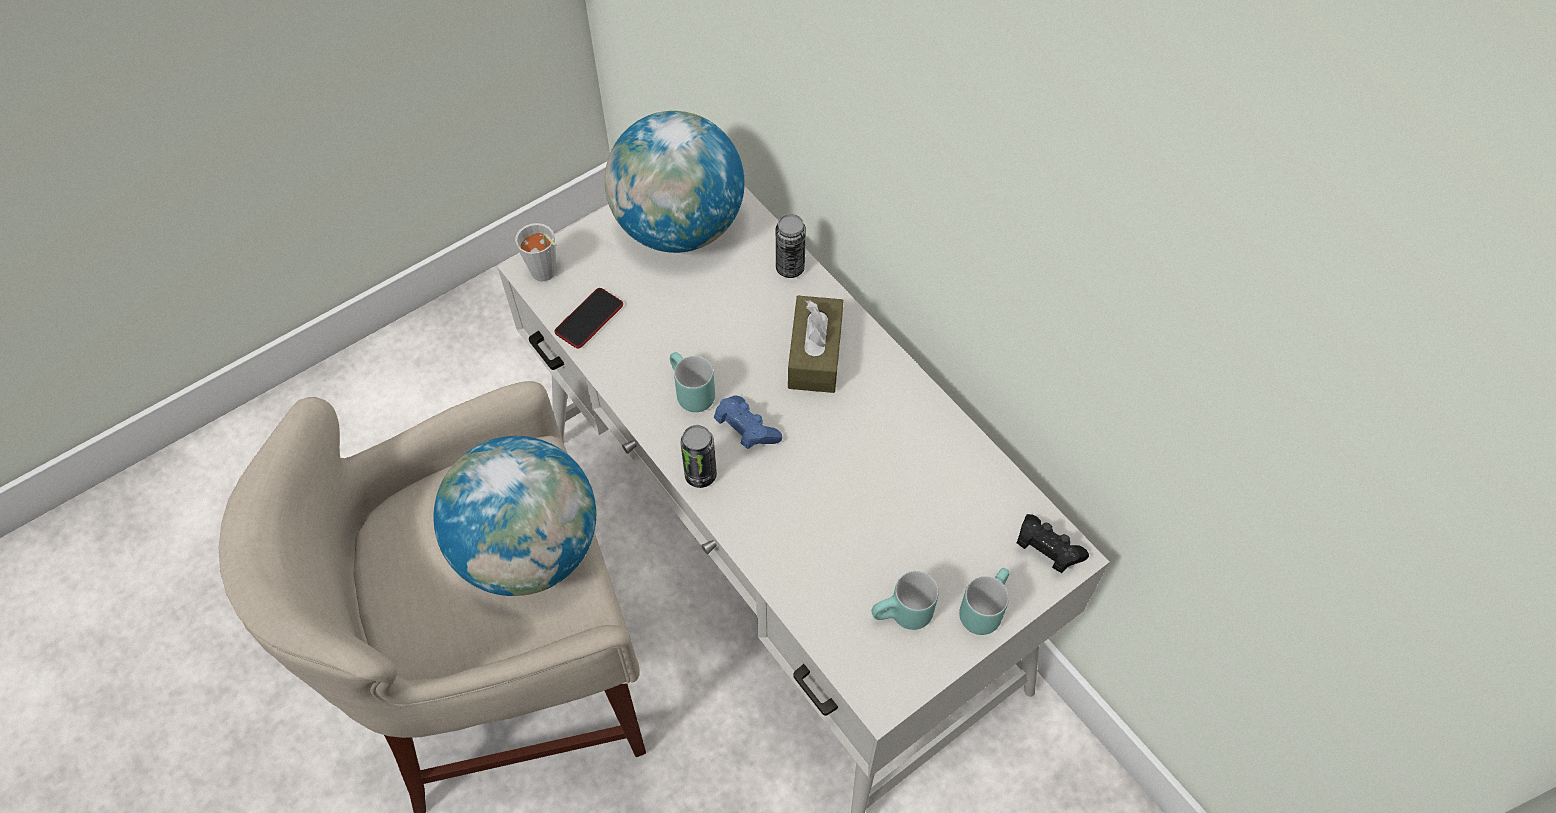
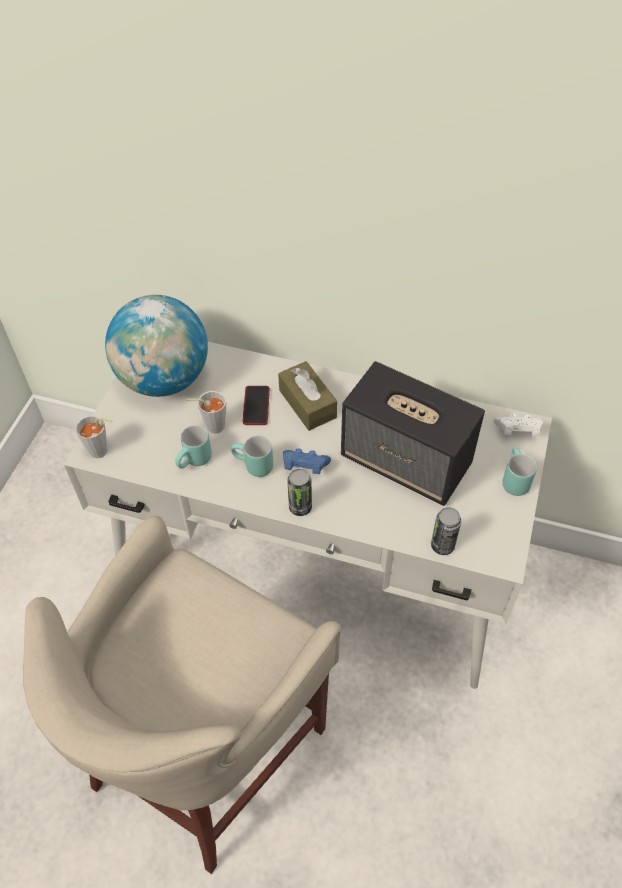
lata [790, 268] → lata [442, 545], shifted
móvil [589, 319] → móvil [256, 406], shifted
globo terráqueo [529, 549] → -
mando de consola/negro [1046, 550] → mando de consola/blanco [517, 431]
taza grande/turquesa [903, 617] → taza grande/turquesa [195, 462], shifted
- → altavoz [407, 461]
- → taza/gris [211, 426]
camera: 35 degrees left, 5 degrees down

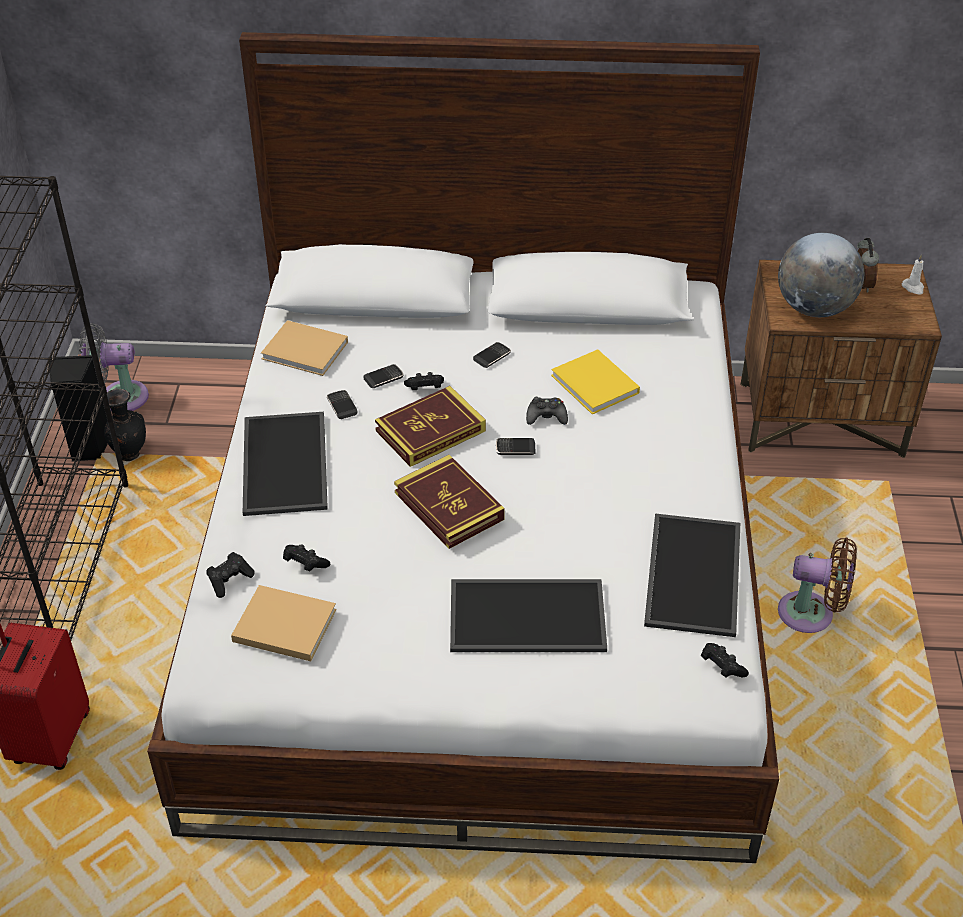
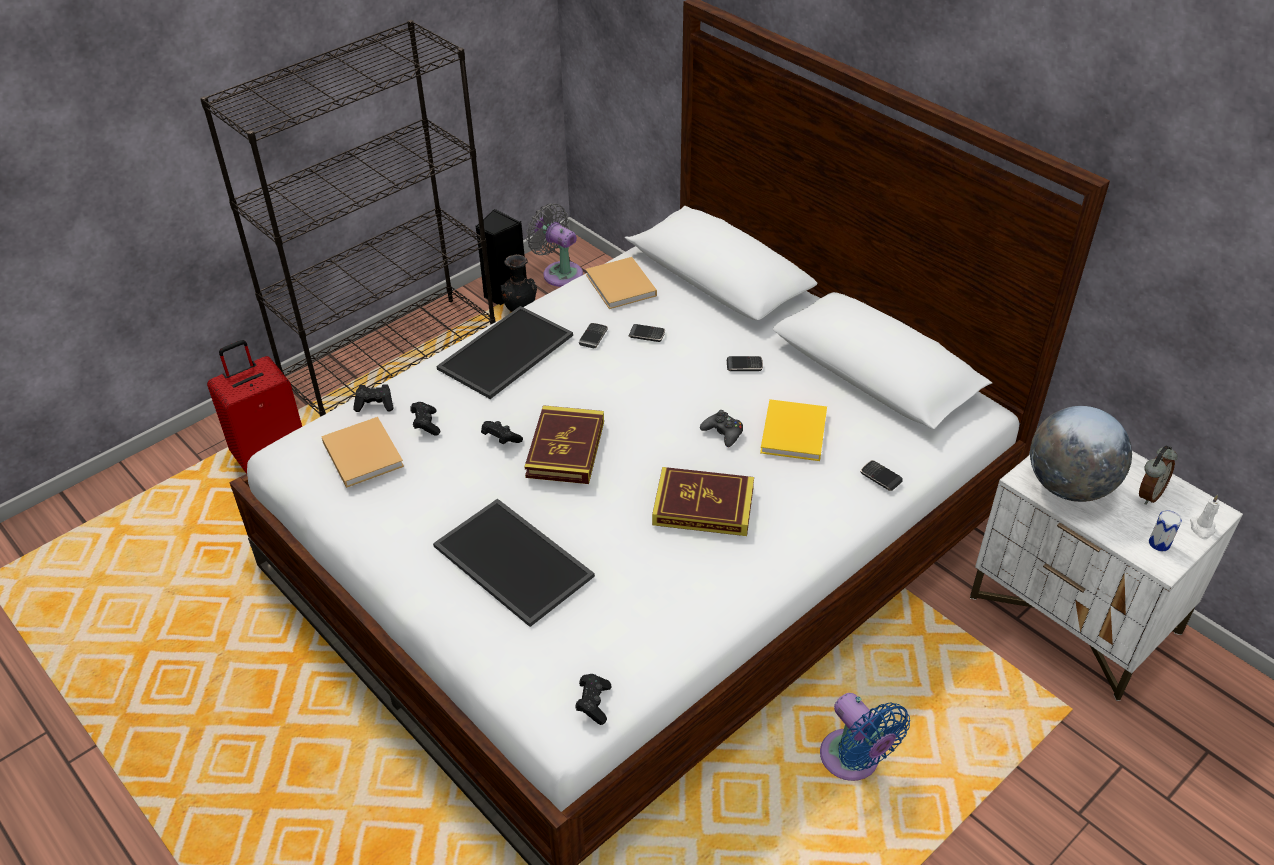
mesita de noche/marrón [821, 419] → mesita de noche/blanco [1075, 616]
mando de consola/negro [425, 389] → mando de consola/negro [501, 439], shifted
libro [430, 431] → libro [703, 506], shifted
móvil [515, 448] → móvil [880, 477], shifted
bandeja [696, 576] → -
ventilador/marrón [811, 614] → ventilador/azul [853, 761]
- → lata [1159, 543]
camera: 45 degrees right, 0 degrees up

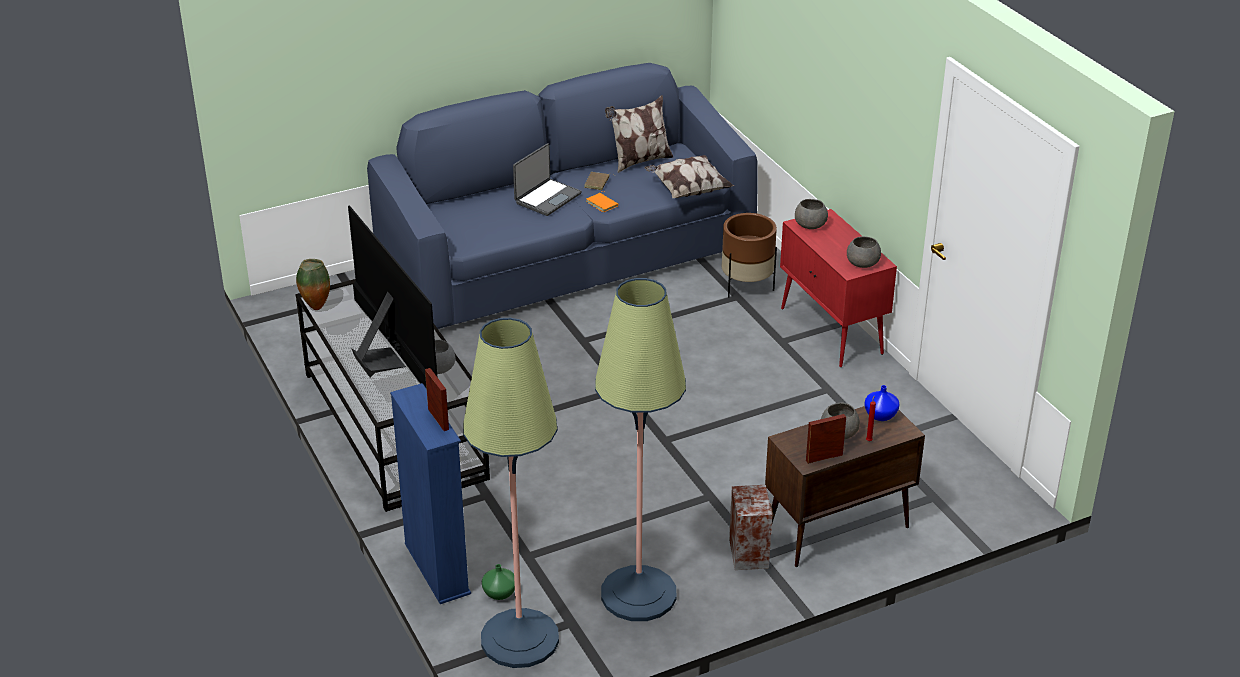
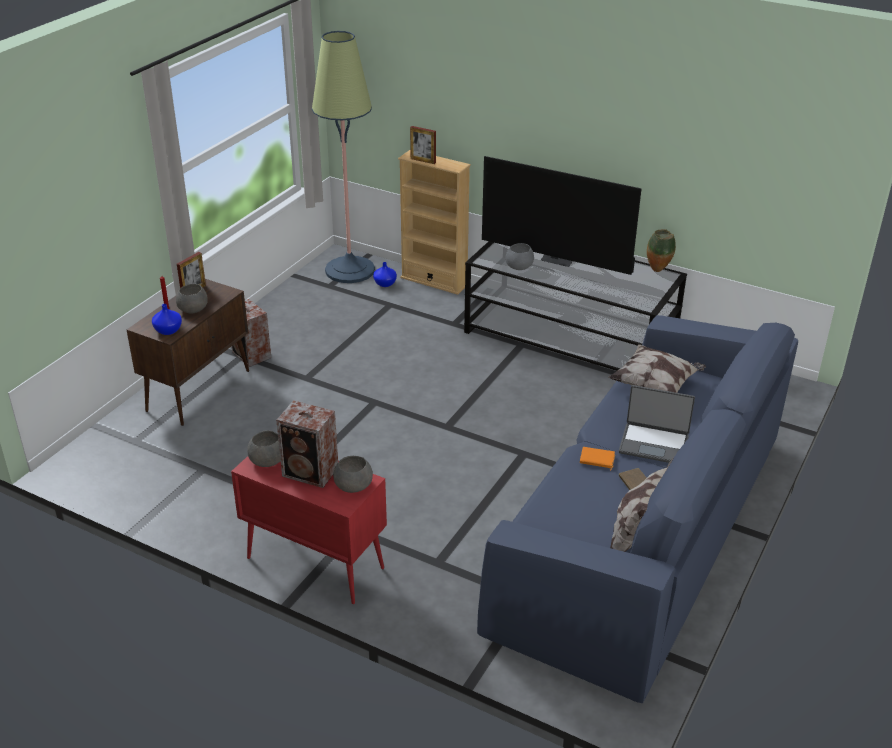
portátil [547, 198] → portátil [654, 444], 75 degrees counterclockwise
cojín [688, 190] → cojín [655, 385], shifted
maceta/marrón [746, 286] → -
lámpara de pie [638, 594] → -
estantería/azul [436, 569] → estantería/beis [434, 281]
florero/verde [499, 593] → florero/azul [385, 283]
- → altavoz [311, 472]
camera: 145 degrees right, 0 degrees up

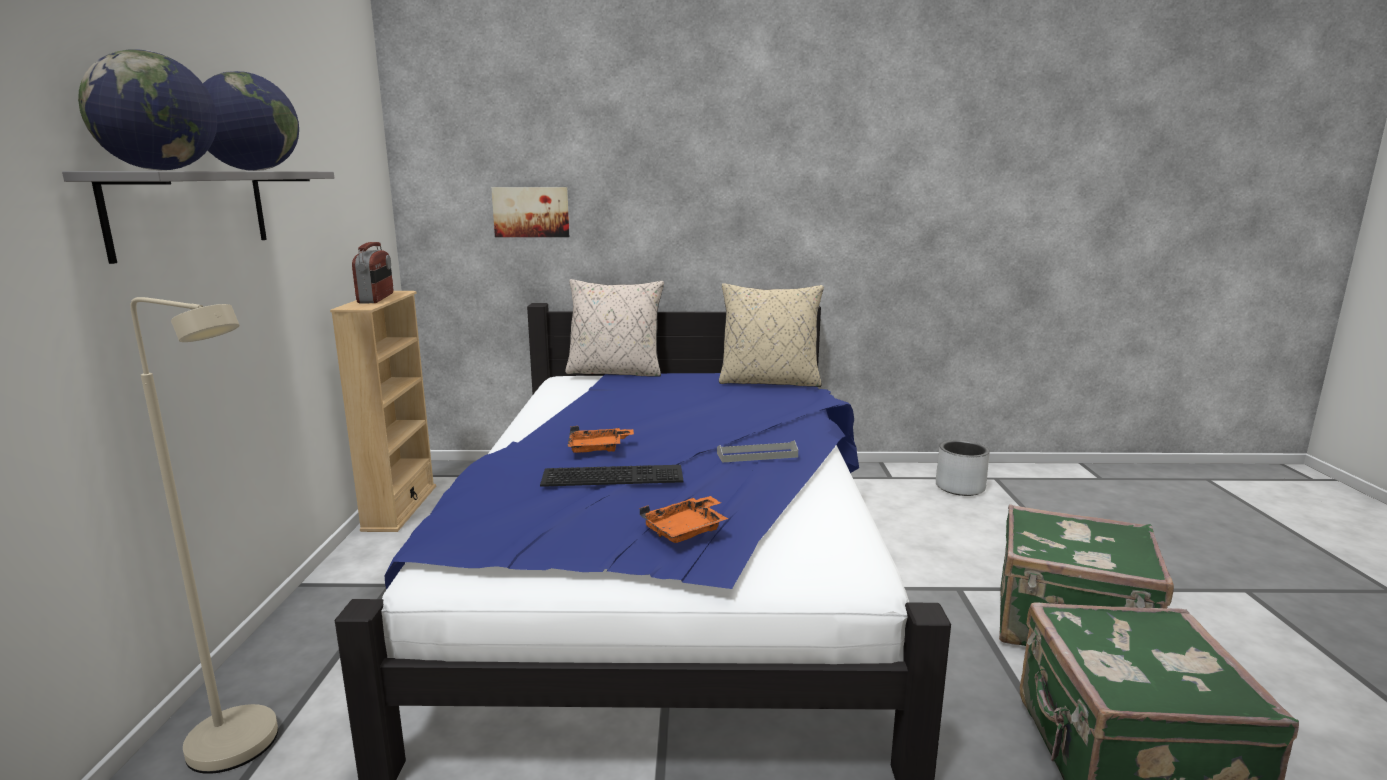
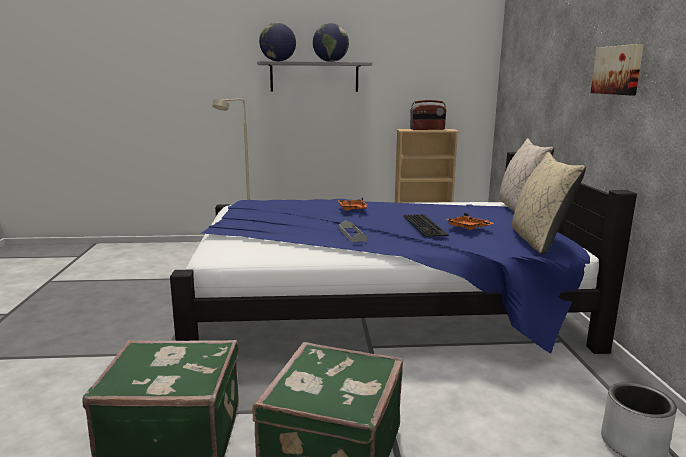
cuadro [531, 212] → cuadro [618, 70], shifted
teclado [614, 475] → teclado [426, 225], shifted
bandeja/naranja [686, 530] → bandeja/naranja [468, 228], shifted
camera: 85 degrees right, 0 degrees up

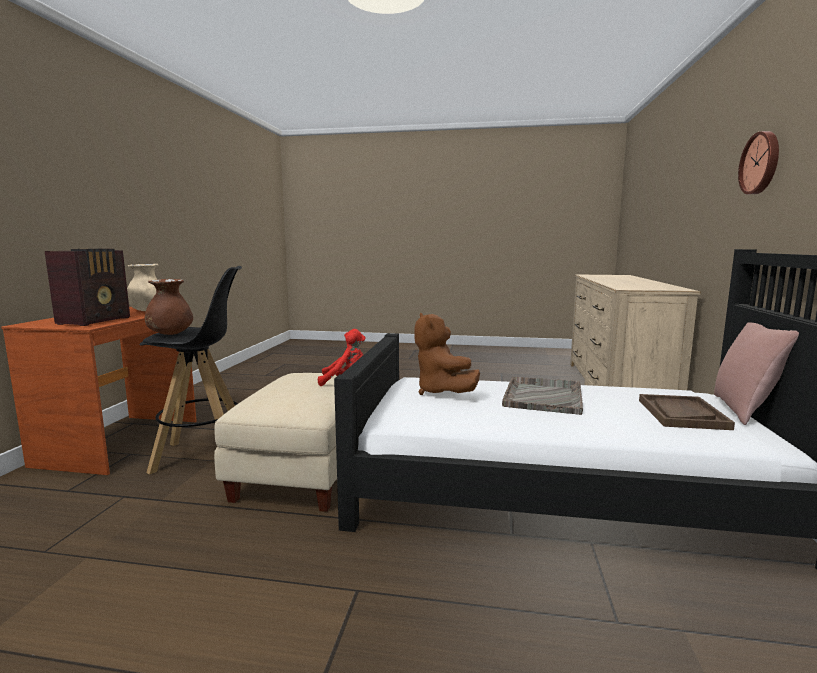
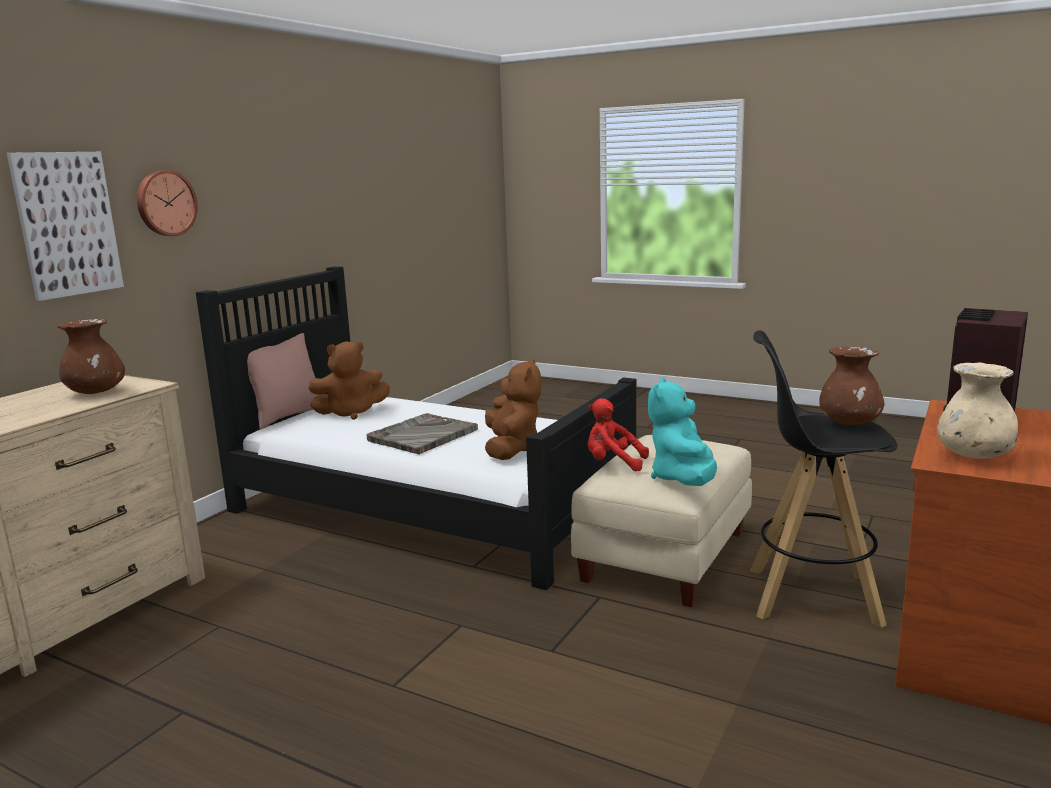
bandeja/marrón [681, 414] → peluche/marrón [351, 413]
- → cuadro [67, 224]
- → florero/marrón [96, 392]
- → peluche/turquesa [683, 479]
camera: 160 degrees left, 5 degrees up

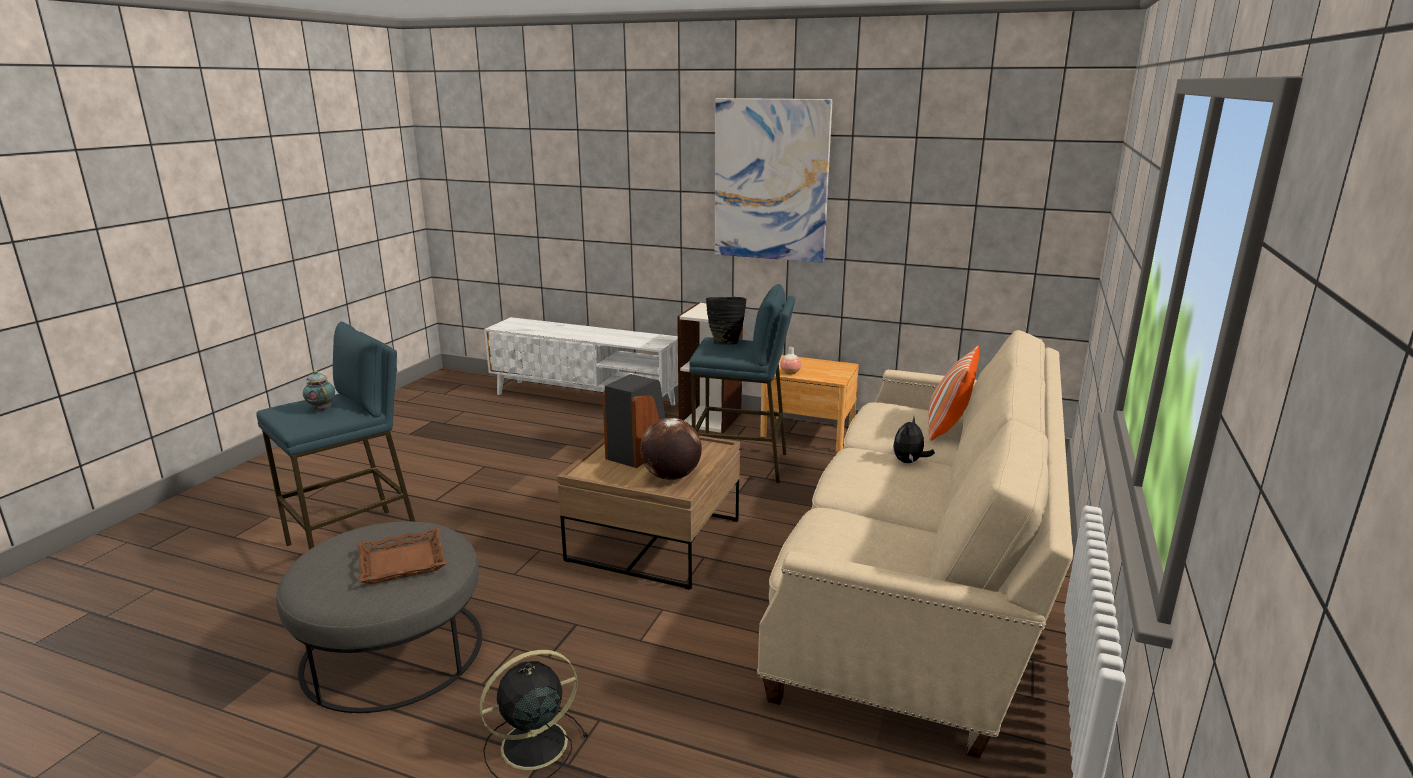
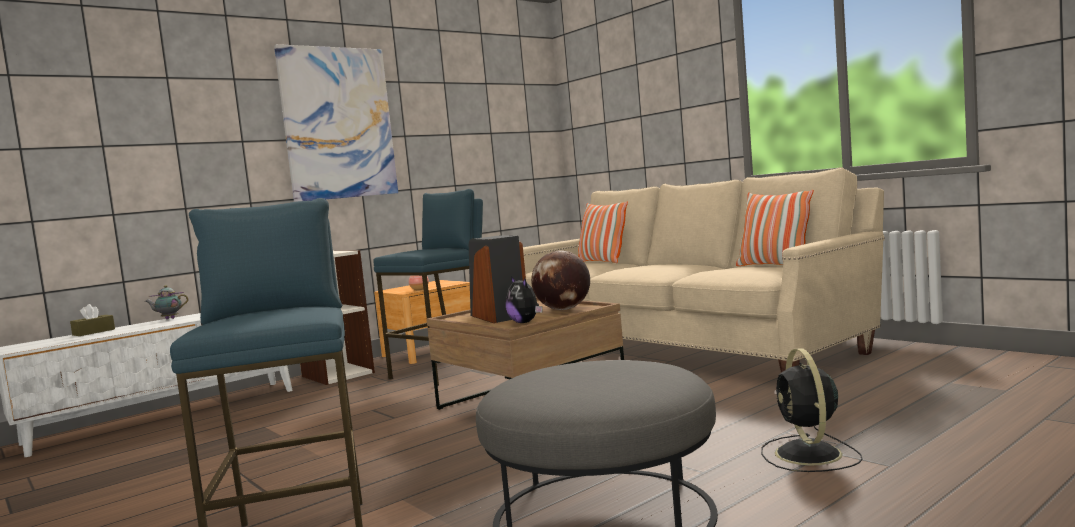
florero/negro [725, 343] → -
tetera [321, 409] → tetera [168, 319], shifted
peluche [909, 462] → peluche [525, 322], shifted
bandeja/marrón [402, 562] → -
- → cojín [774, 265]
- → caja de pañuelos/marrón [94, 332]
camera: 60 degrees left, 15 degrees down

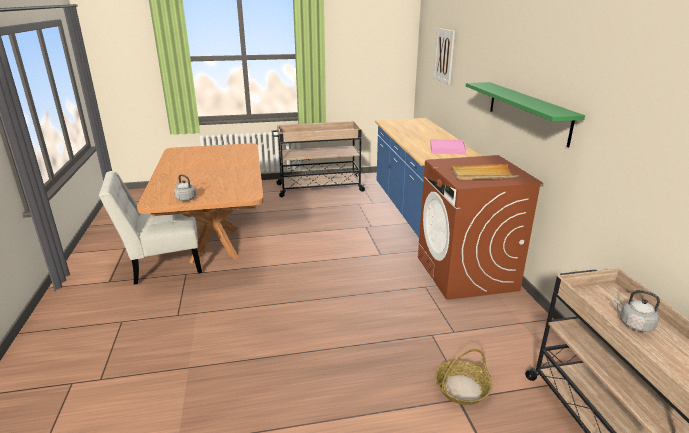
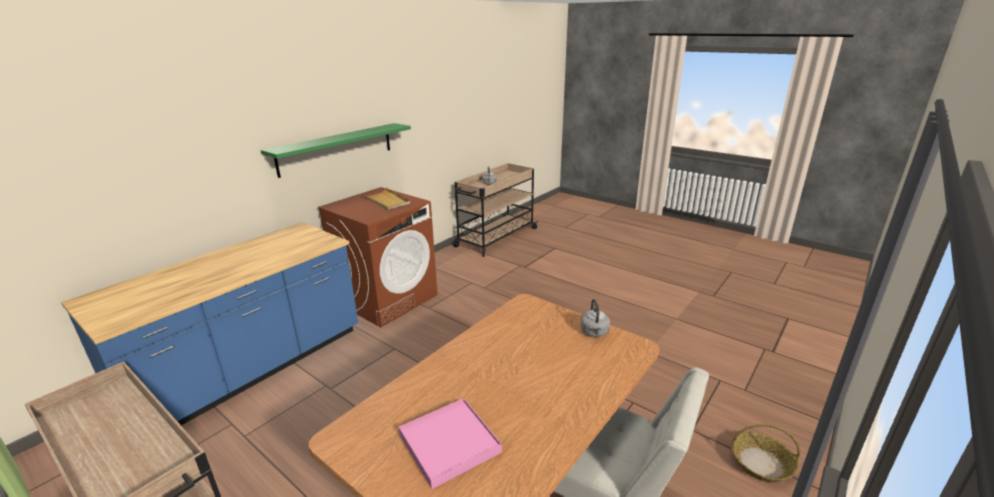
cuadro [444, 55] → -
bandeja/rosa [447, 149] → bandeja/rosa [449, 444], shifted
cesta [462, 388] → cesta [760, 463], shifted
camera: 130 degrees left, 0 degrees up

